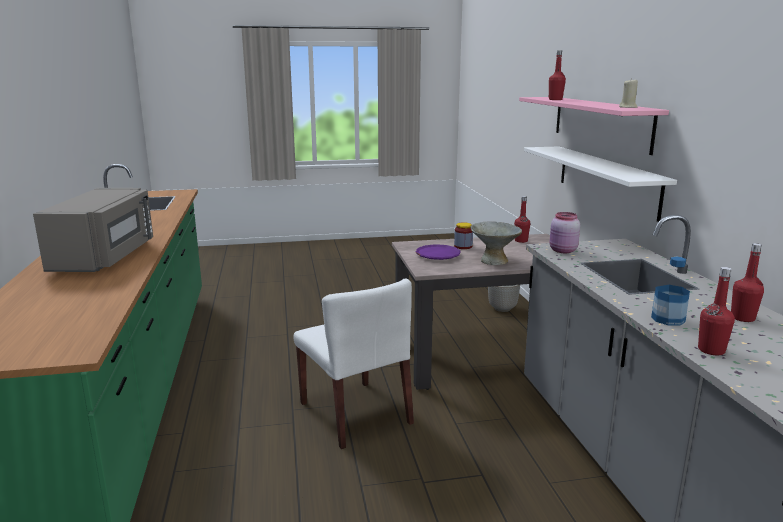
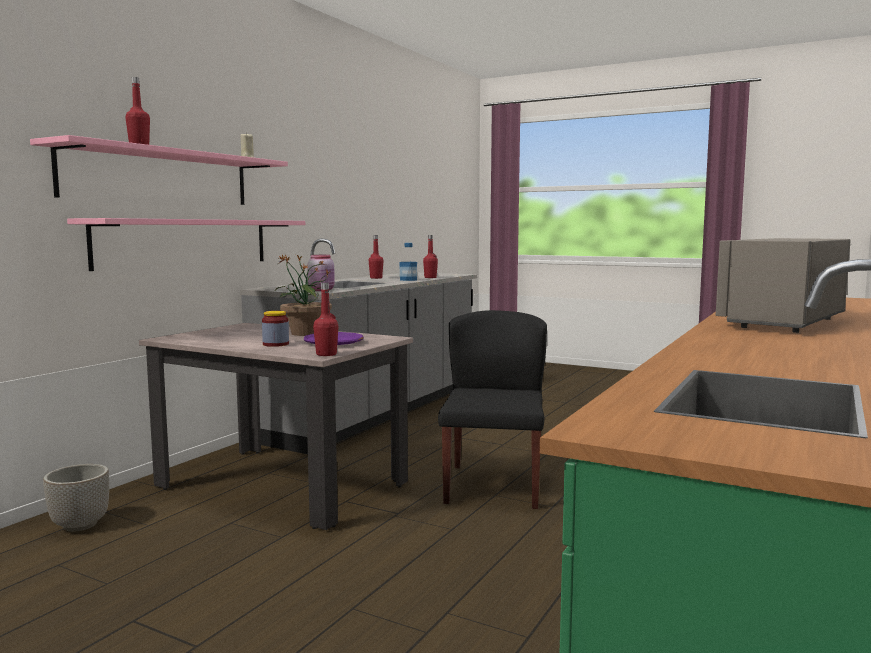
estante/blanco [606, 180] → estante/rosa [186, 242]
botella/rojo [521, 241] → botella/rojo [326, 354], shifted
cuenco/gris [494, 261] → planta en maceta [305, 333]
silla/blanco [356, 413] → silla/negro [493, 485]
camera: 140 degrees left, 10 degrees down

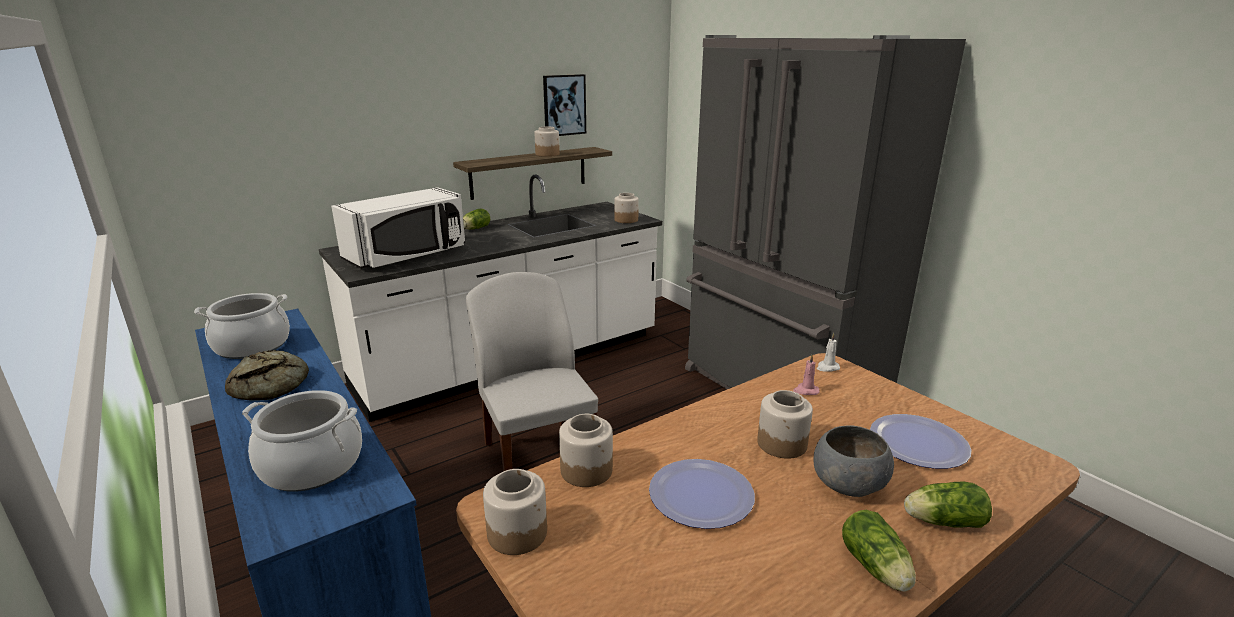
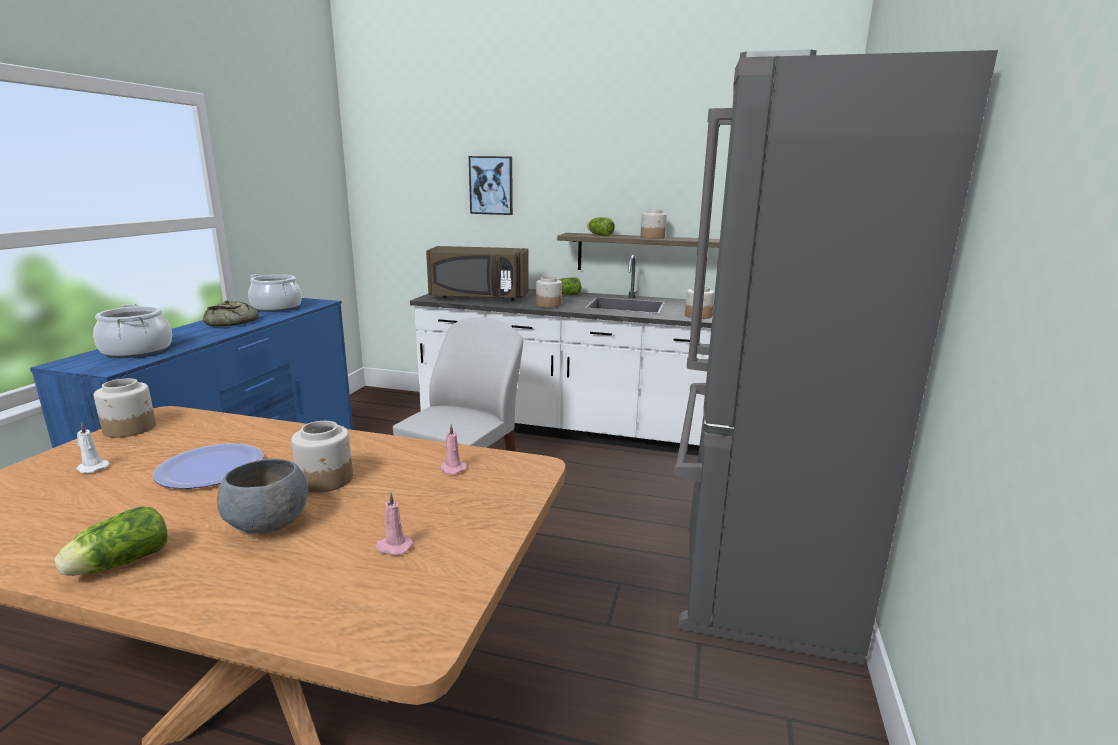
cuadro [564, 105] → cuadro [491, 185], shifted
microondas/blanco [408, 255] → microondas/marrón [478, 297]
vela/blanco [827, 367] → vela/blanco [92, 468], shifted
tarro [586, 470] → tarro [549, 305], shifted
plato [918, 443] → vela/rosa [393, 547]
lechuga [941, 521] → lechuga [599, 235], shifted
camera: 50 degrees right, 5 degrees down

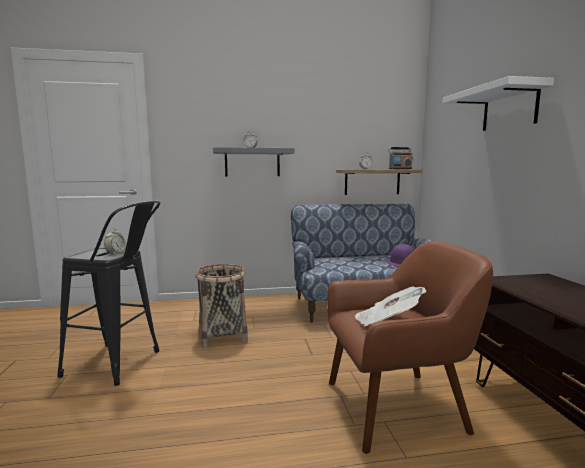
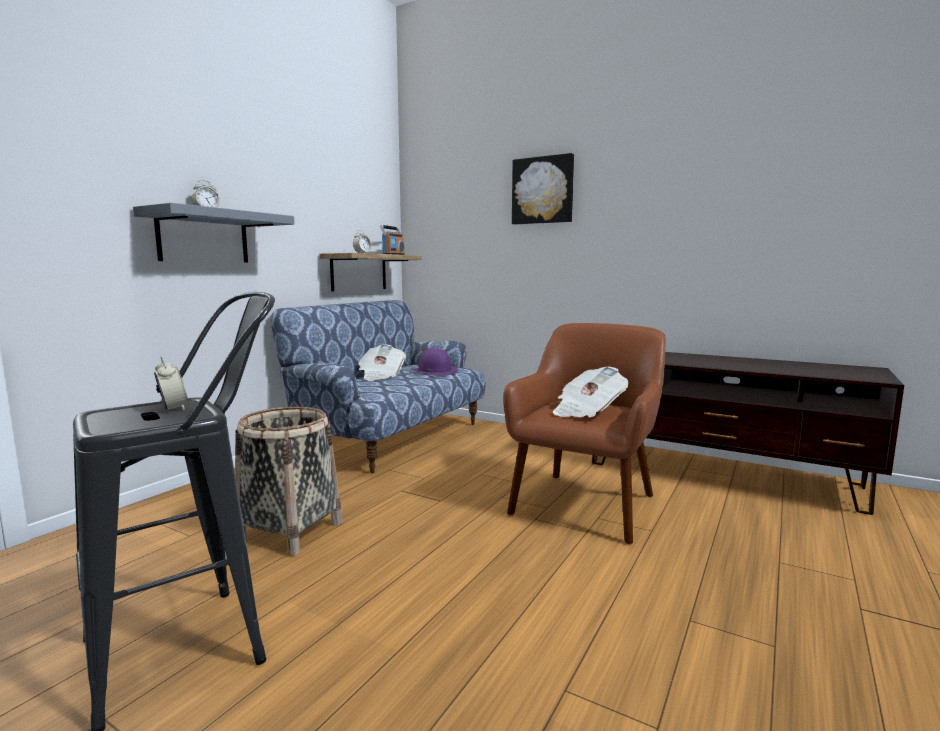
estante/blanco [509, 108] → cuadro [543, 190]
- → periódico [381, 376]
camera: 50 degrees left, 0 degrees up

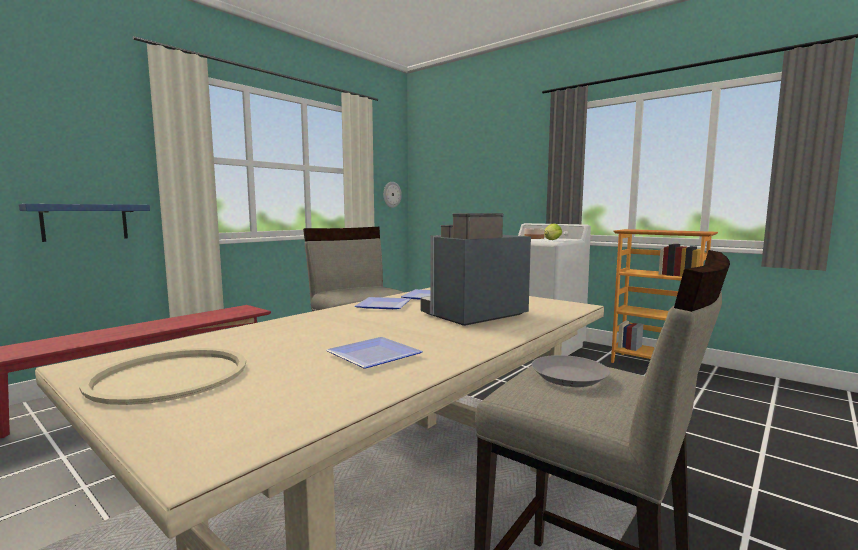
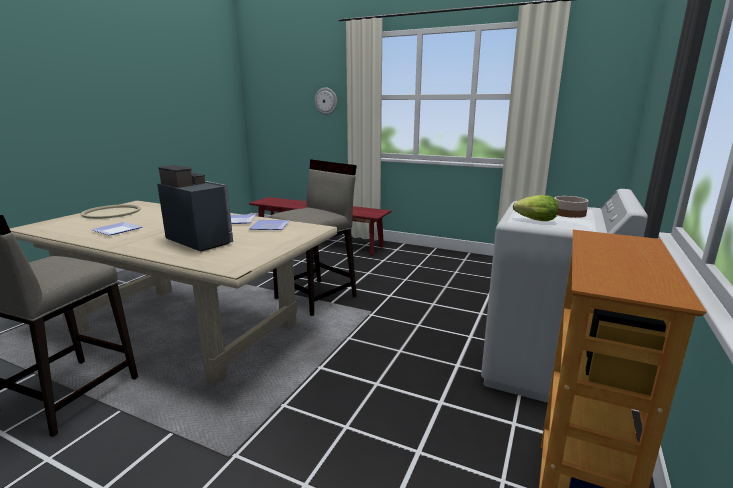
reloj de pared [391, 194] → reloj de pared [326, 101], shifted
estante/azul [85, 222] → -
plato/gris [569, 377] → -
camera: 75 degrees right, 10 degrees up

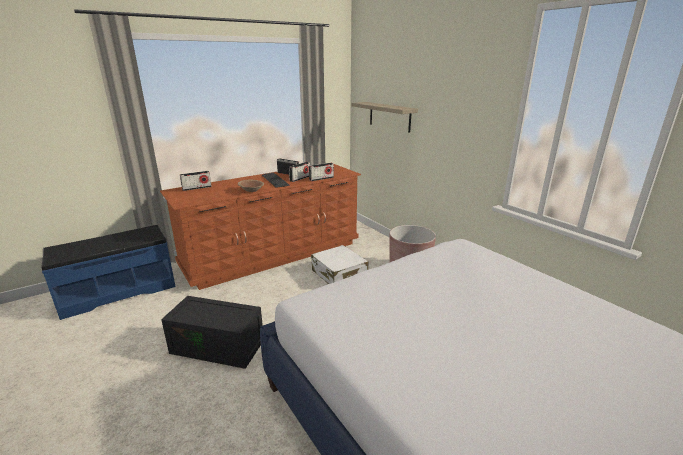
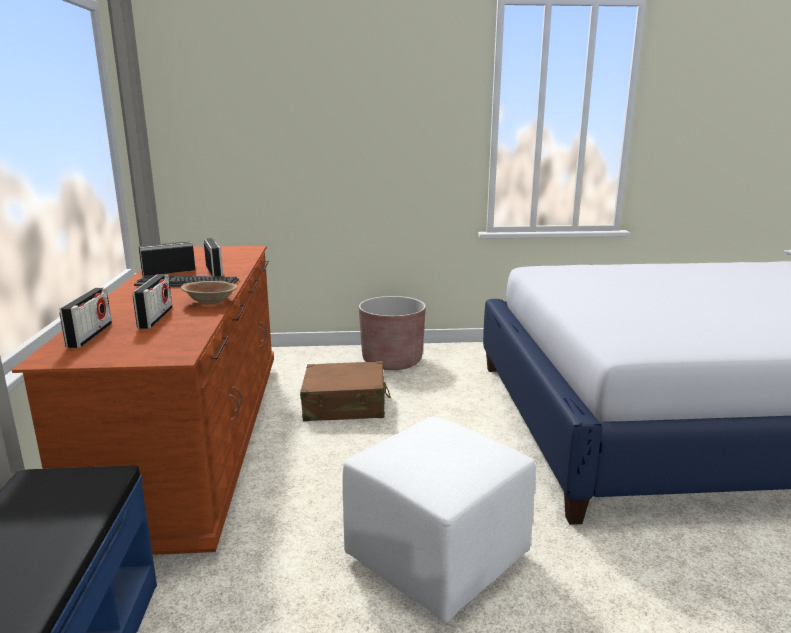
estante [389, 116] → -
radio [321, 178] → radio [155, 318], shifted
maleta/blanco [339, 274] → maleta/marrón [345, 405]
caja de almacenaje/negro [219, 346] → puf/blanco [437, 556]
camera: 60 degrees left, 5 degrees down

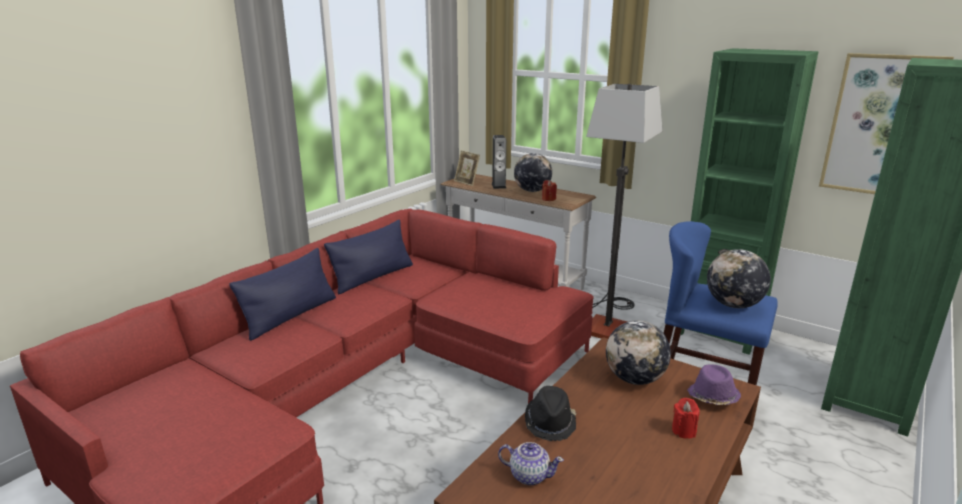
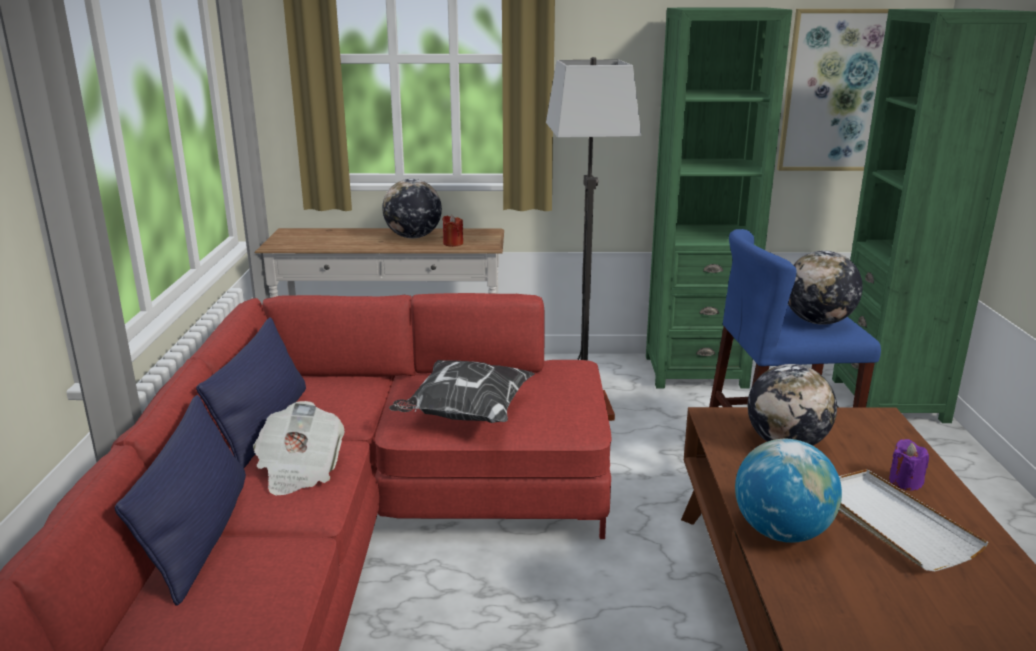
altavoz [498, 185] → -
portarretratos [467, 182] → -
sombrero/morado [712, 397] → -
sombrero/negro [550, 422] → globo terráqueo [781, 532]
vela/rojo [683, 431] → vela/morado [905, 482]
tetera [529, 475] → -
- → cojín [465, 415]
- → periódico [299, 470]
- → bandeja/blanco [891, 522]
camera: 35 degrees left, 0 degrees up

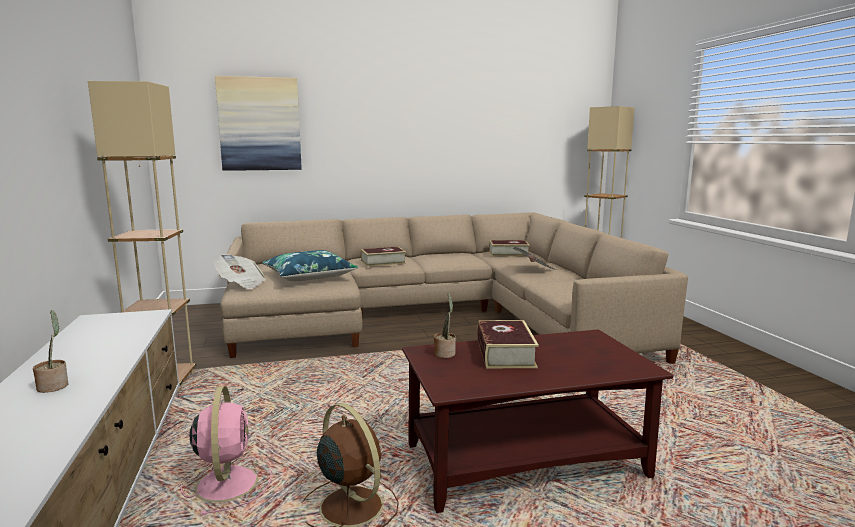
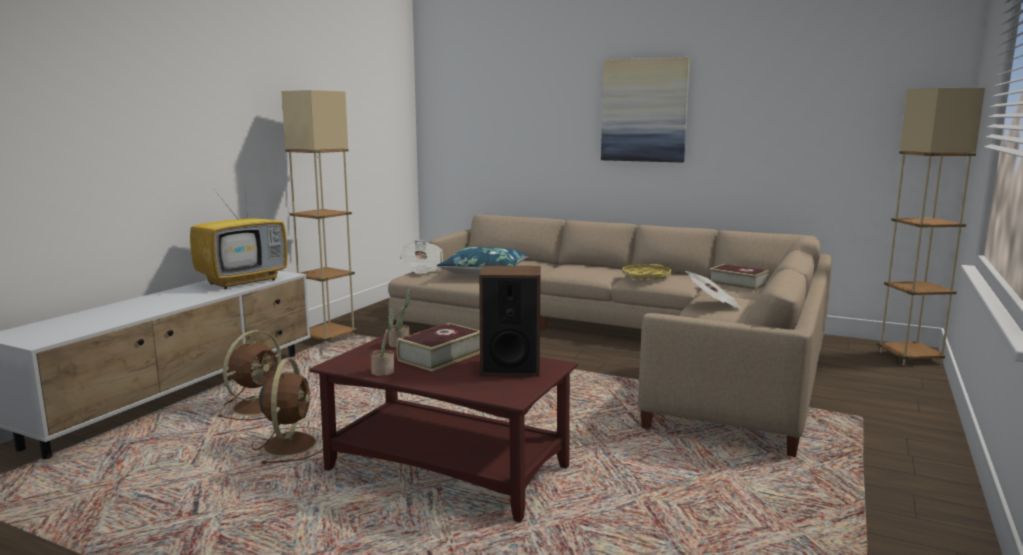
cuadro [259, 124] → cuadro [644, 110], shifted
libro [383, 262] → -
planta en maceta [54, 386] → planta en maceta [384, 372], shifted
ventilador/rosa [227, 482] → ventilador/marrón [258, 406]
- → televisor [244, 281]
- → bandeja/amarillo [646, 276]
- → altavoz [510, 368]
camera: 40 degrees right, 0 degrees up

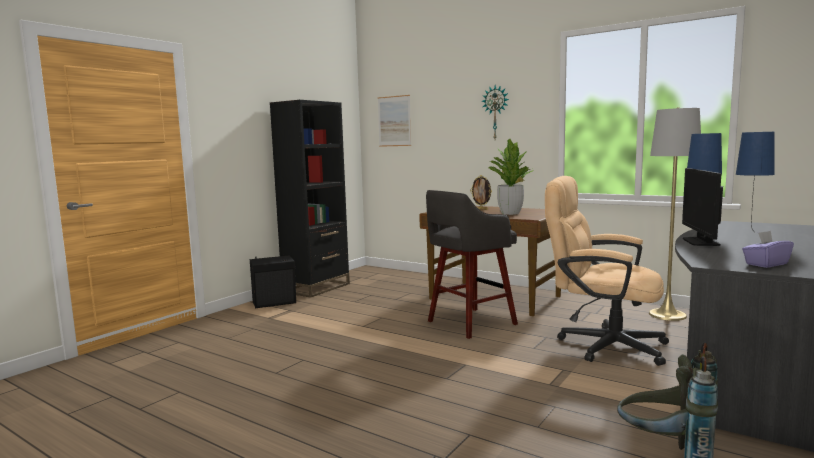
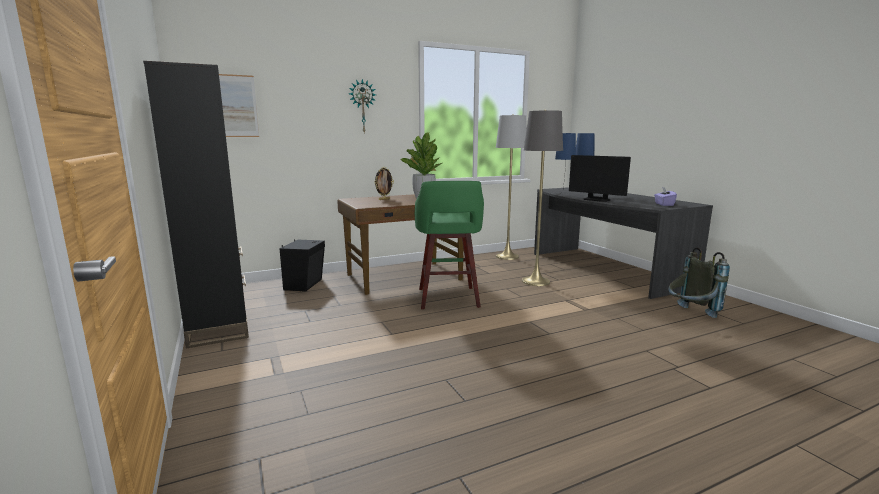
silla de oficina/beis [602, 344] → lámpara de pie/gris [535, 281]
taburete/gris [469, 323] → taburete/verde [448, 298]
altavoz/negro [275, 303] → altavoz/negro [305, 284], shifted
camera: 60 degrees left, 5 degrees up

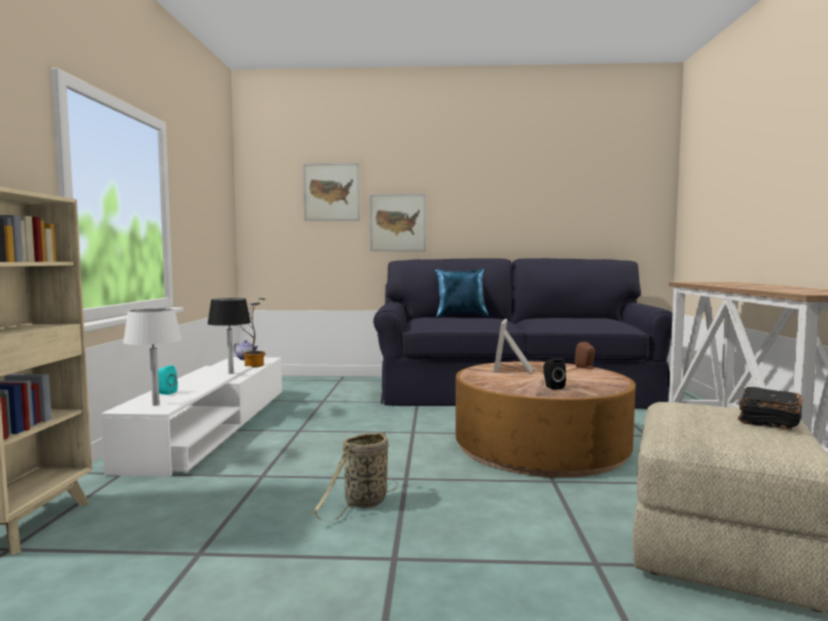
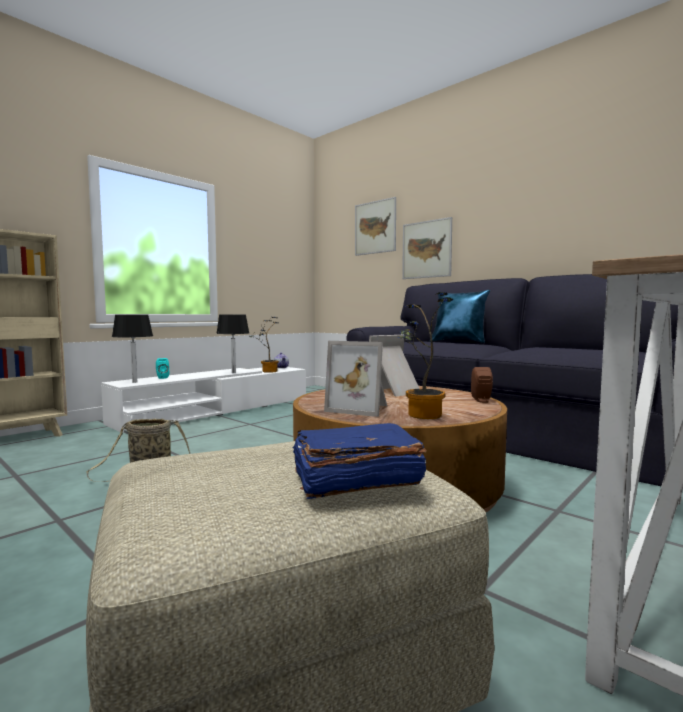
lámpara de mesa/blanco [156, 404] → lámpara de mesa/negro [135, 382]
altavoz/negro [552, 387] → portarretratos [360, 408]
libro/negro [768, 420] → libro/azul [354, 481]
- → planta en maceta [421, 416]
camera: 40 degrees right, 0 degrees up

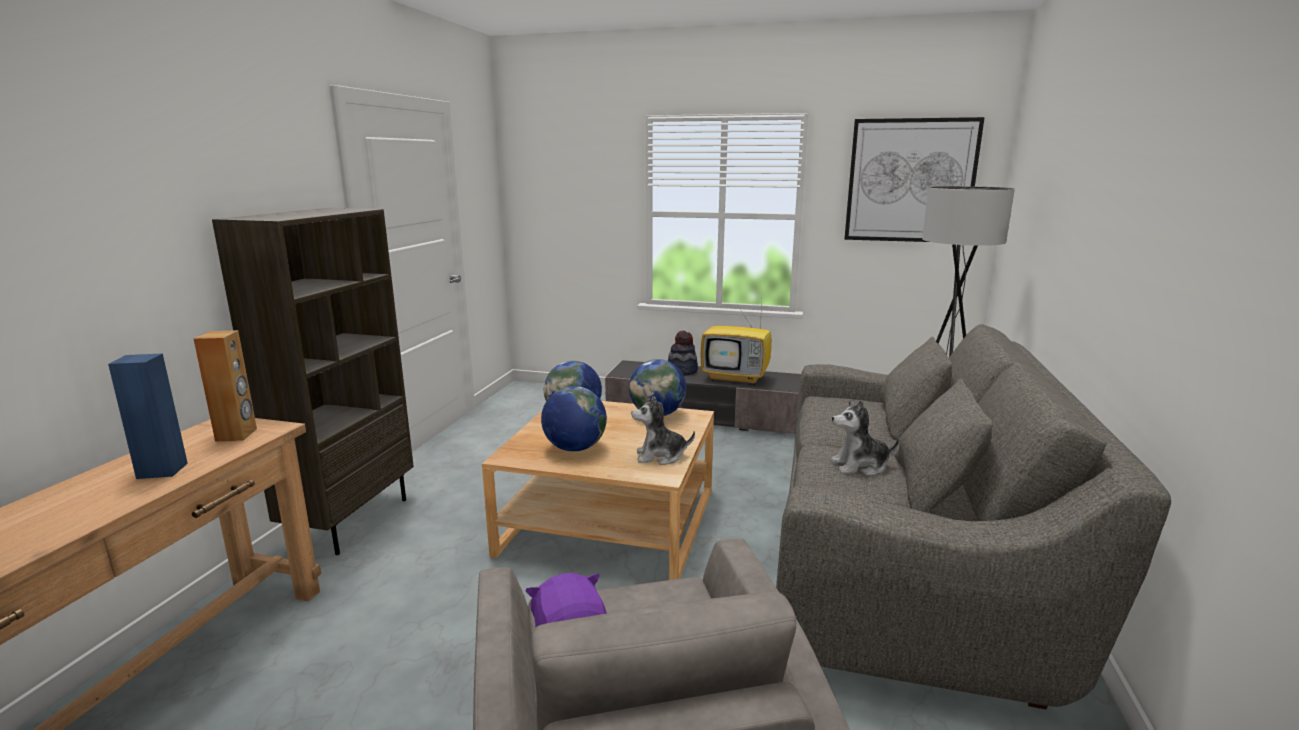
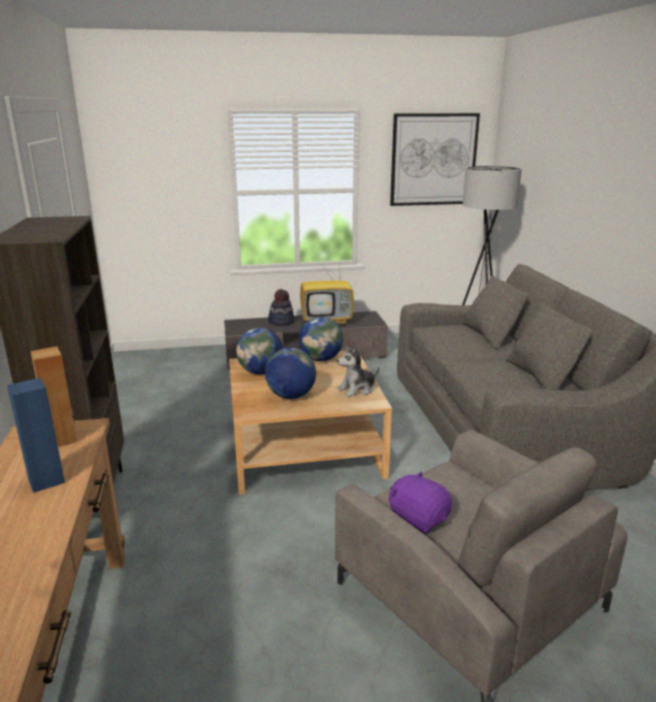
peluche [860, 466] → -
camera: 25 degrees left, 5 degrees up

